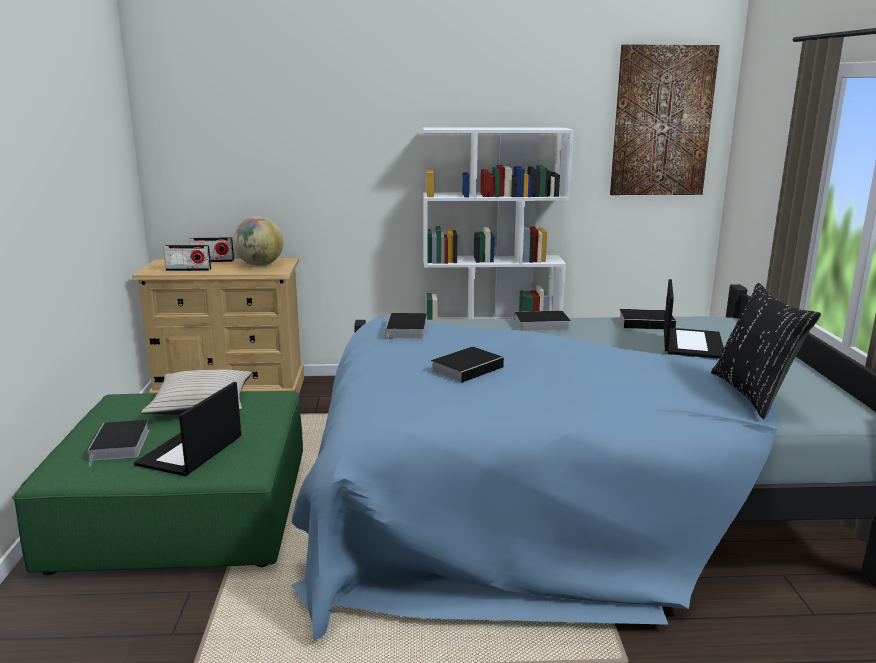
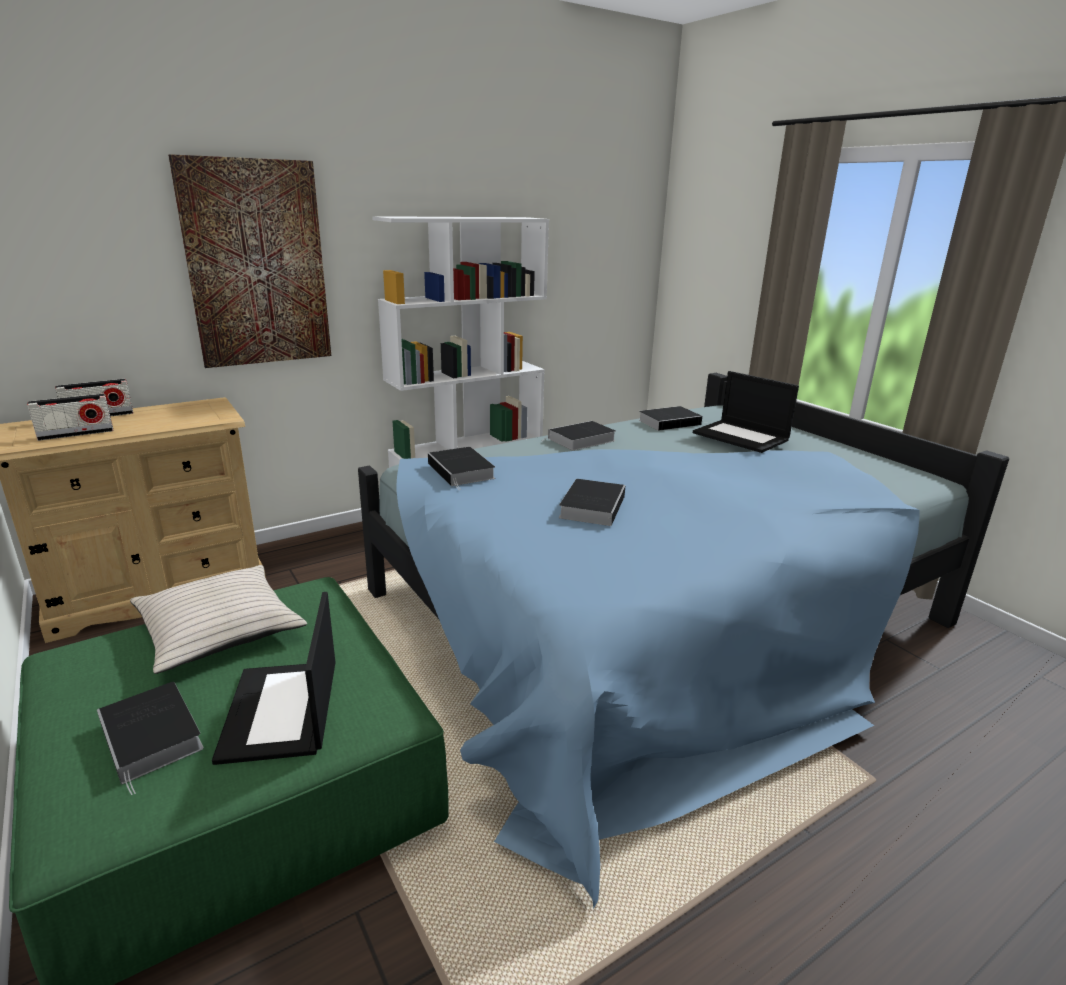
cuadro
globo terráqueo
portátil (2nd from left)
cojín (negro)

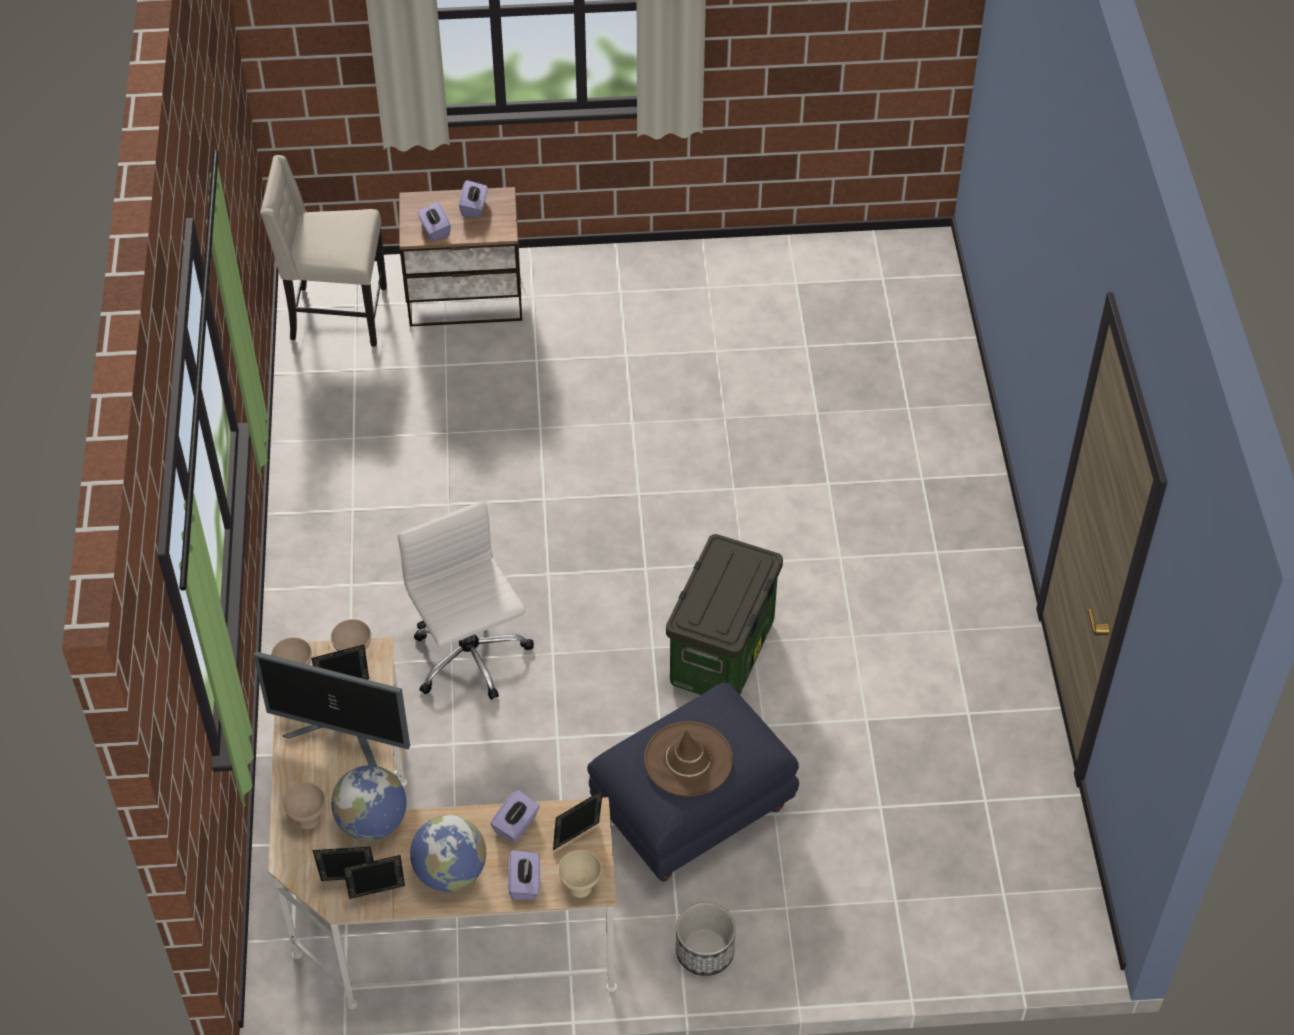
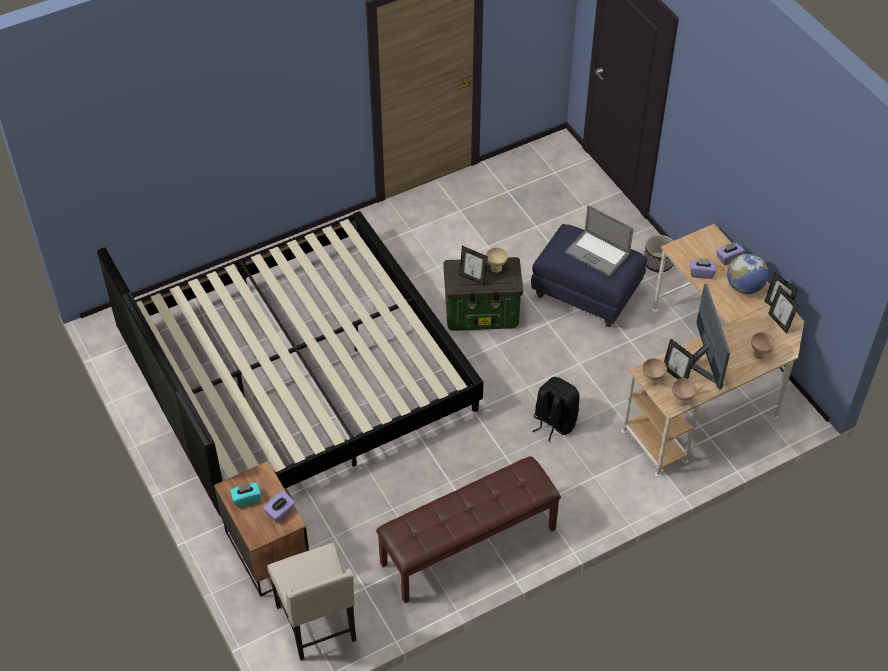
caja de pañuelos (turquesa)
mochila (negro)
portátil
globo terráqueo (1st from left in the first image)
portarretratos (1st from left)
cuenco (beis) (1st from left)
cama
banco (marrón)

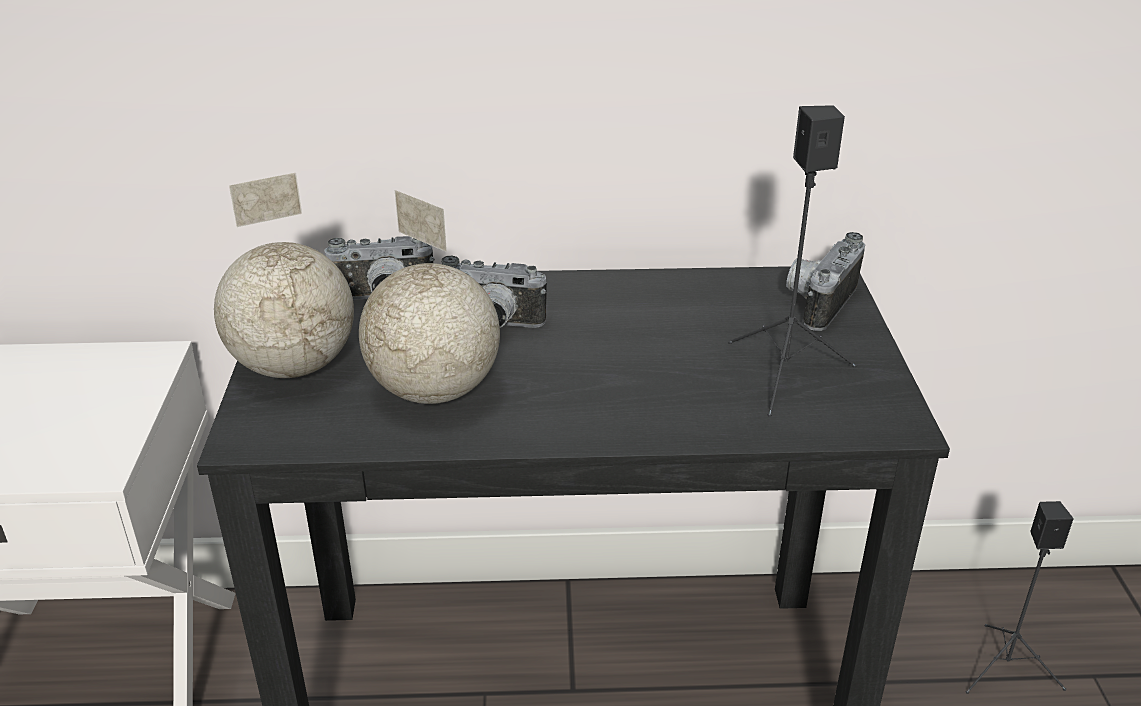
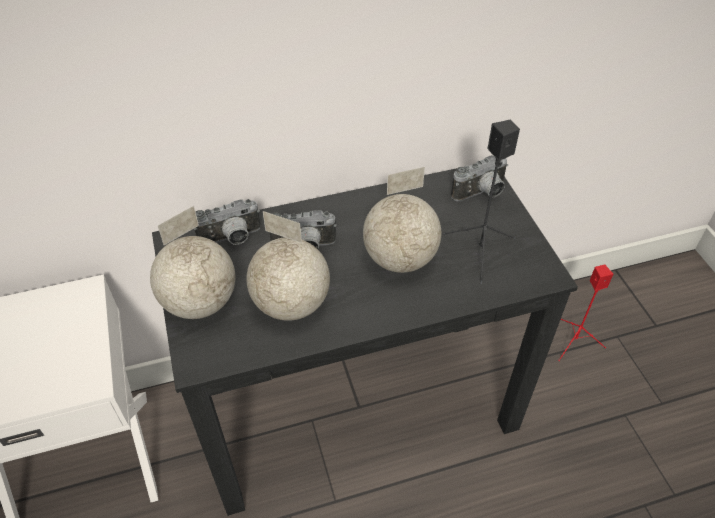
cámara (3rd from left)
altavoz (rojo)
globo terráqueo (3rd from left)

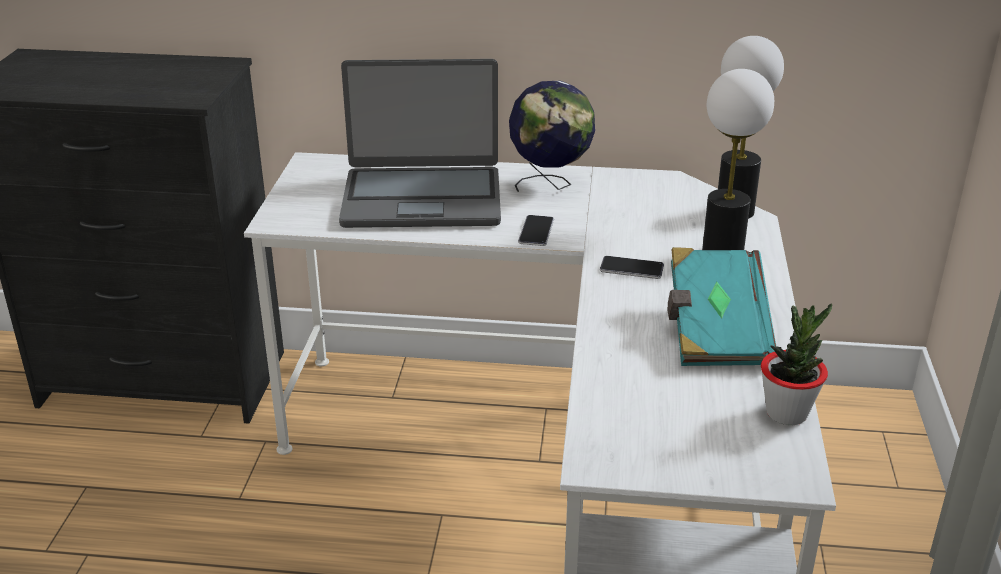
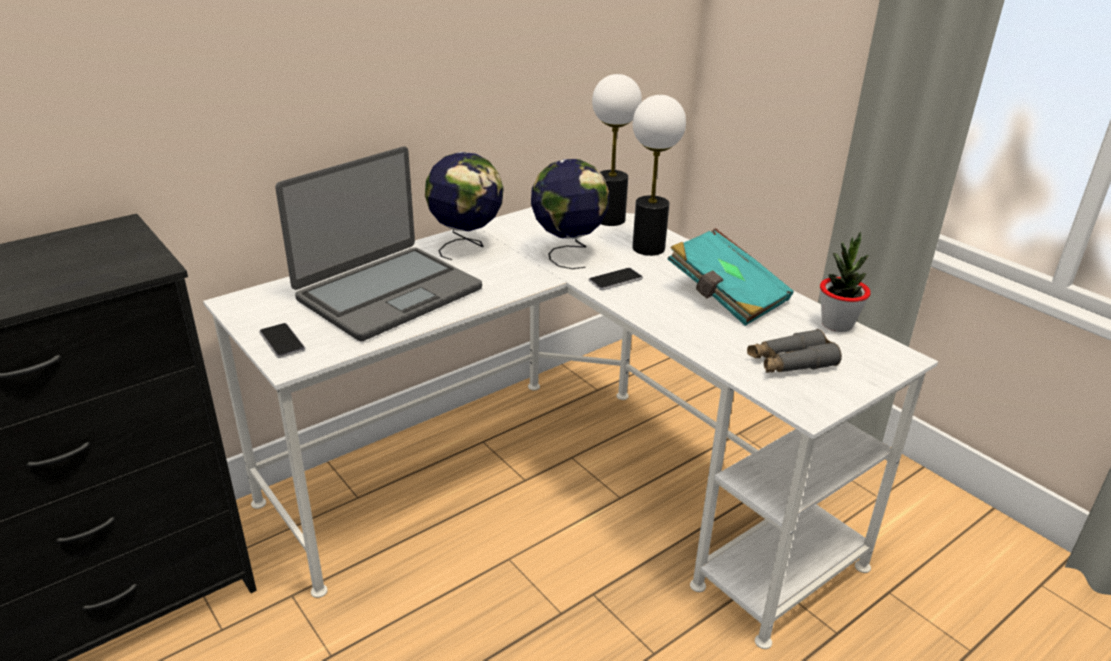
móvil (1st from left)
globo terráqueo (2nd from left)
prismáticos (gris)

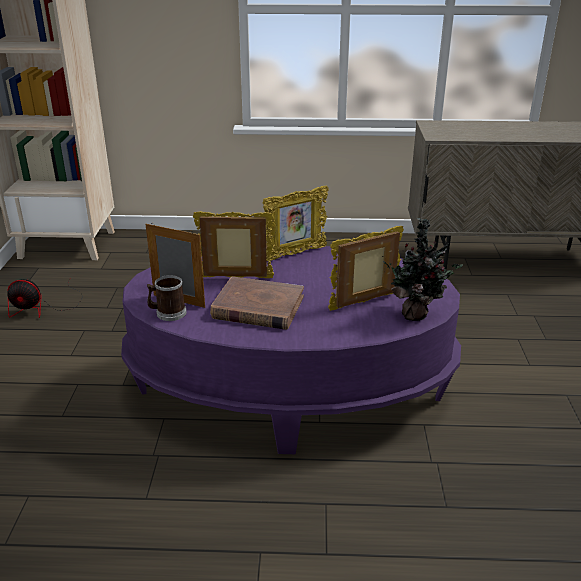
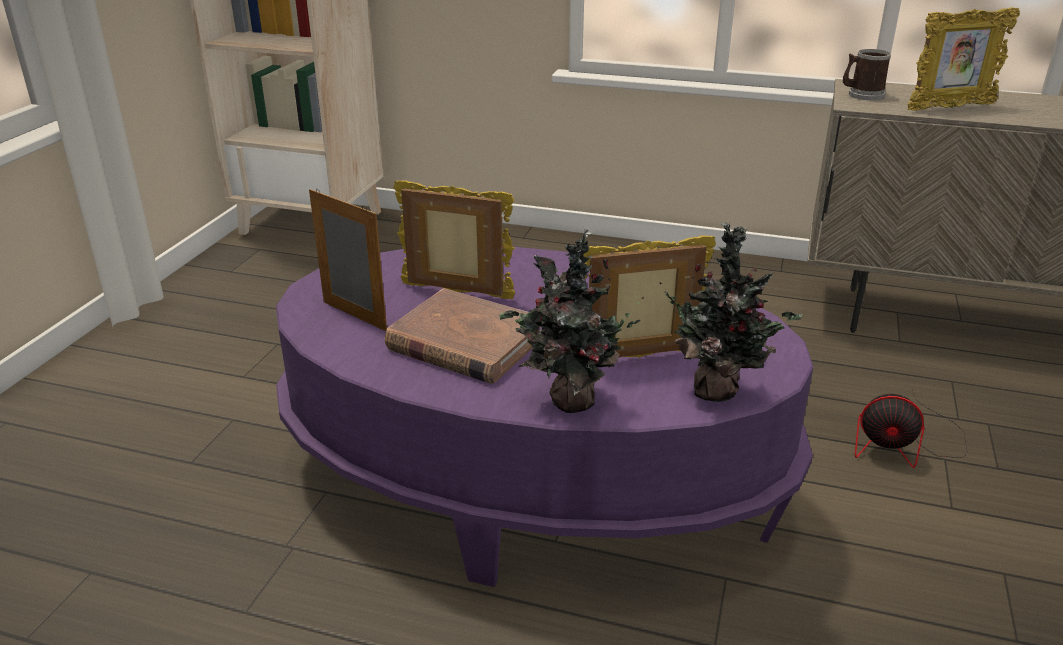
portarretratos (4th from left)
taza grande
ventilador
planta en maceta (1st from left)

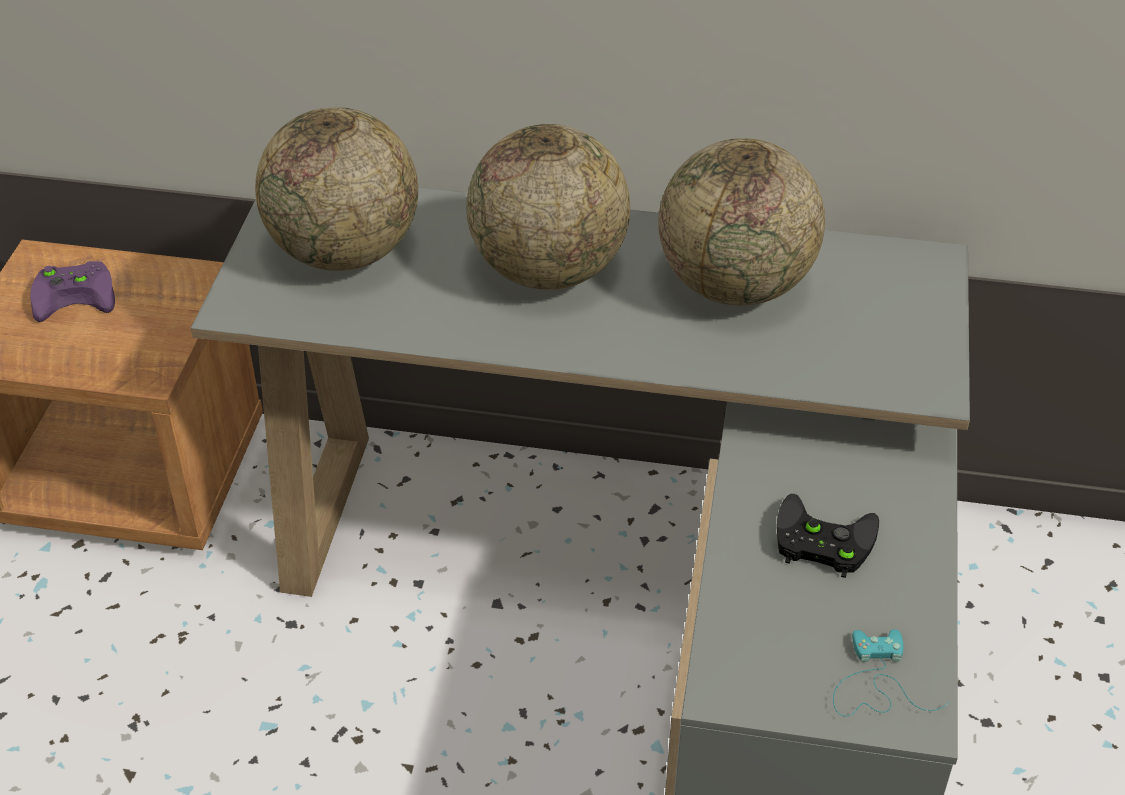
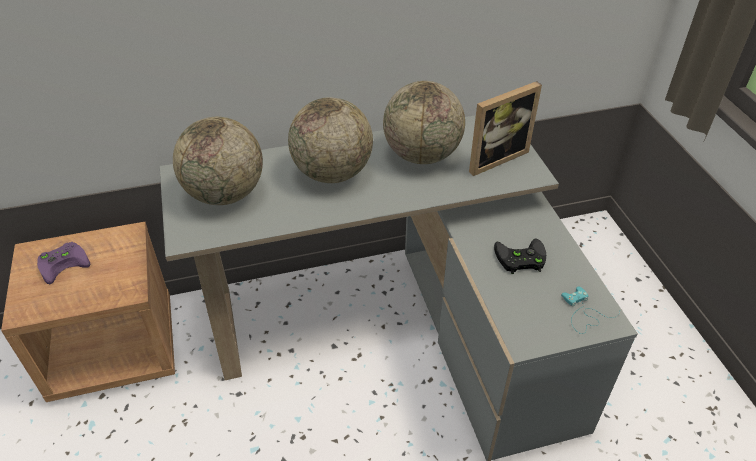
portarretratos

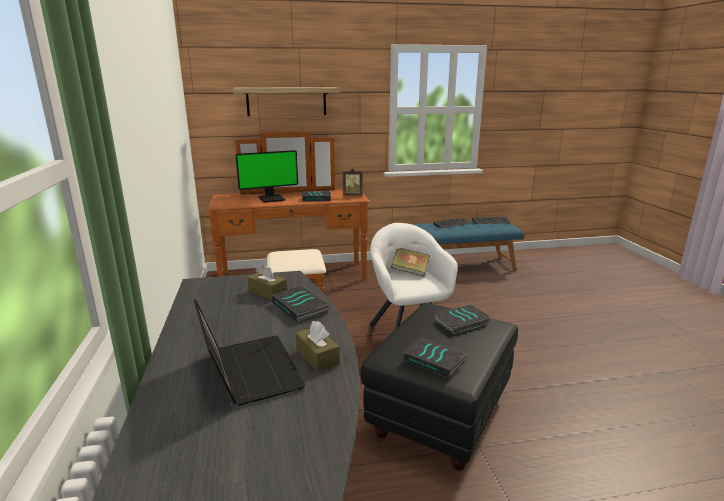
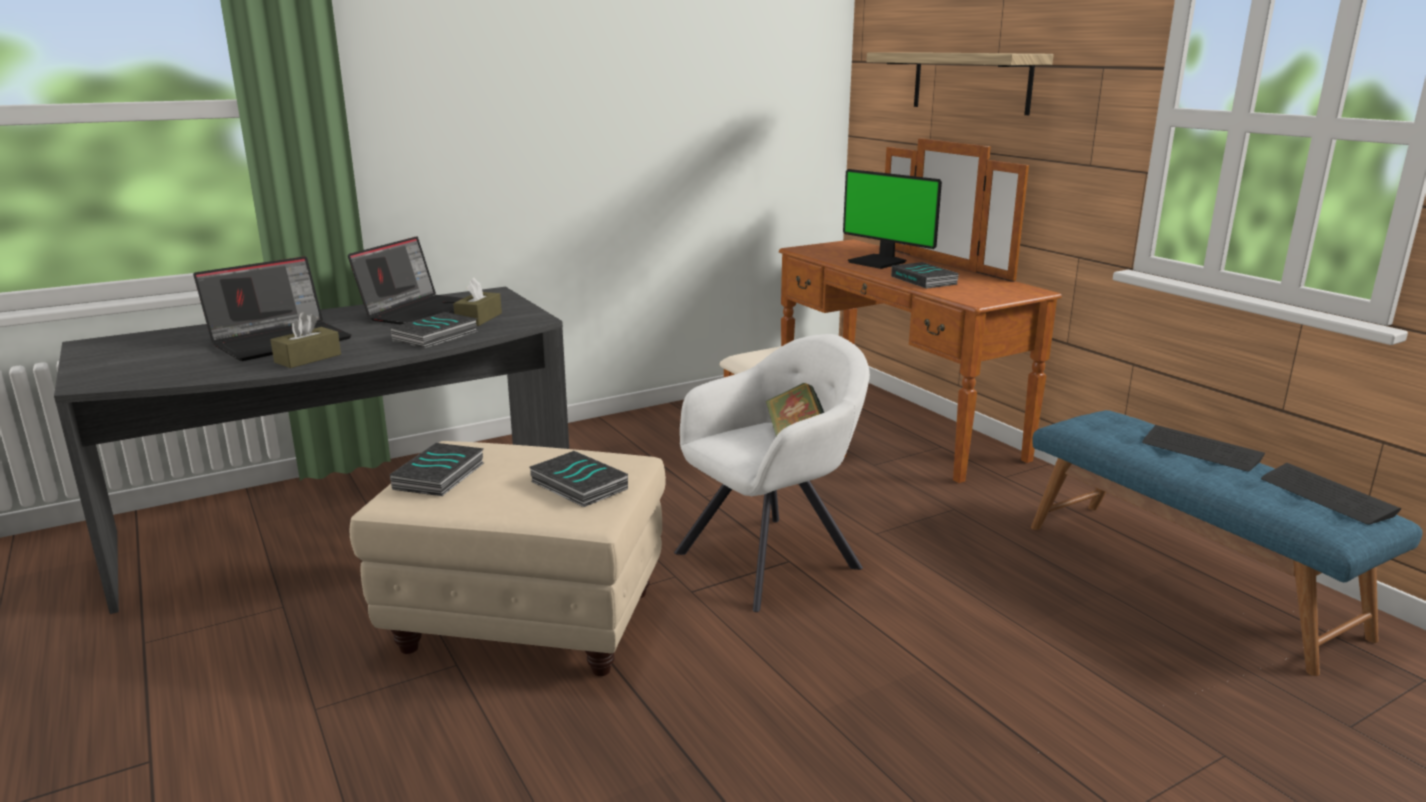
portarretratos
puf (beis)
portátil (2nd from left)

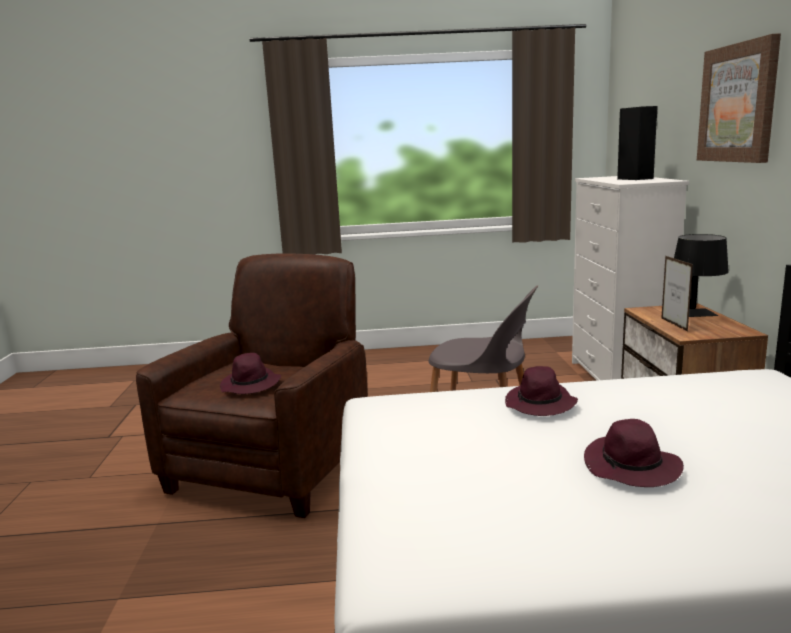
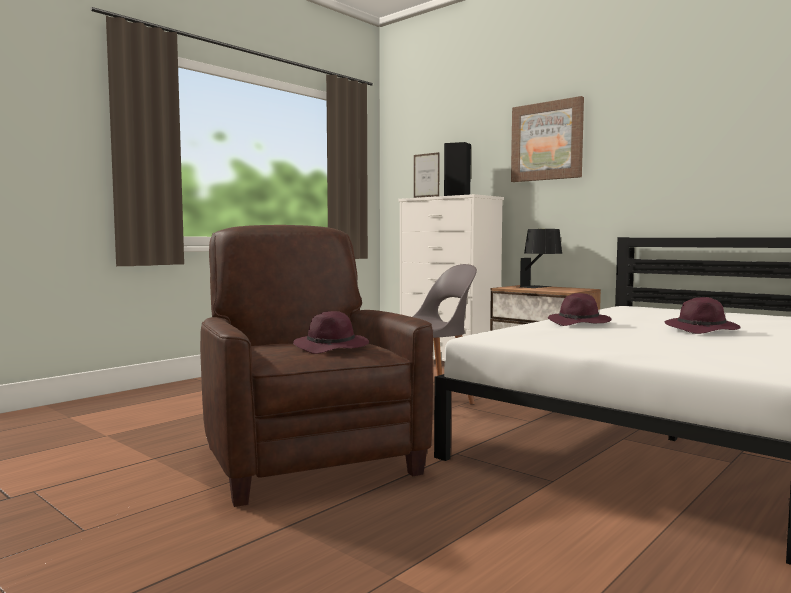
portarretratos

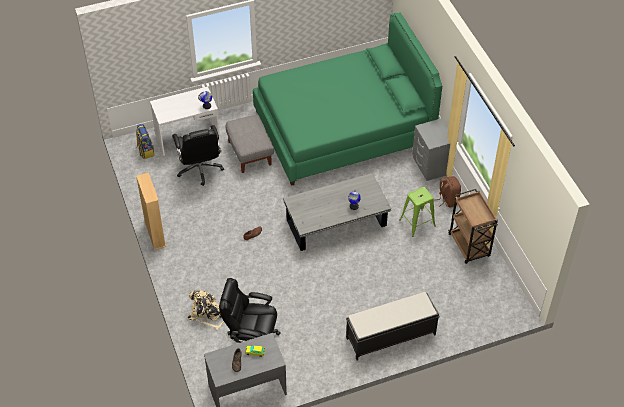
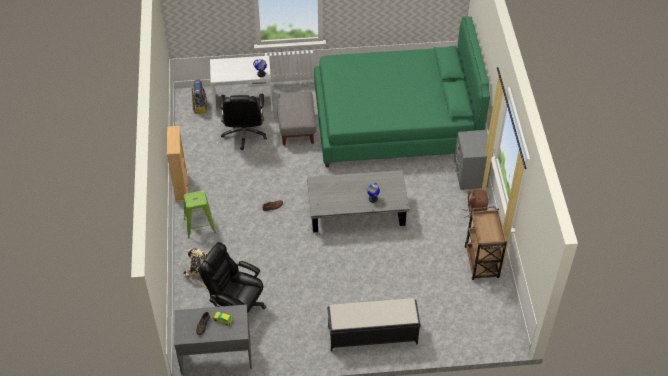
taburete (verde)

